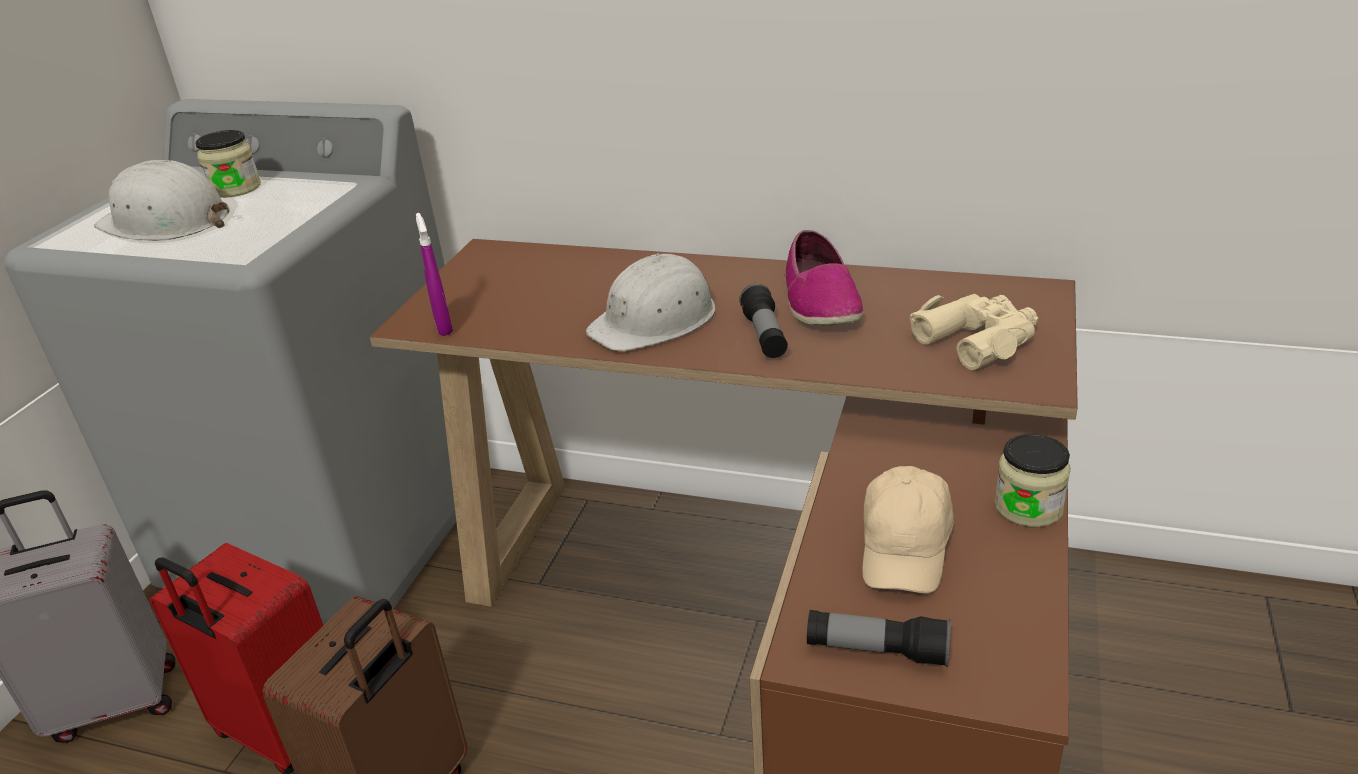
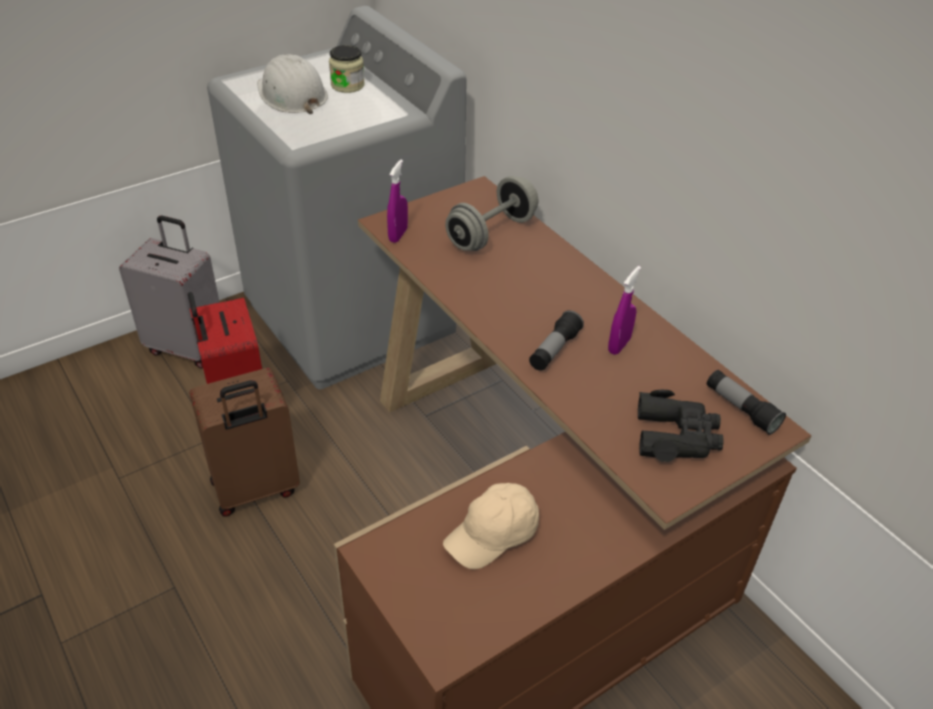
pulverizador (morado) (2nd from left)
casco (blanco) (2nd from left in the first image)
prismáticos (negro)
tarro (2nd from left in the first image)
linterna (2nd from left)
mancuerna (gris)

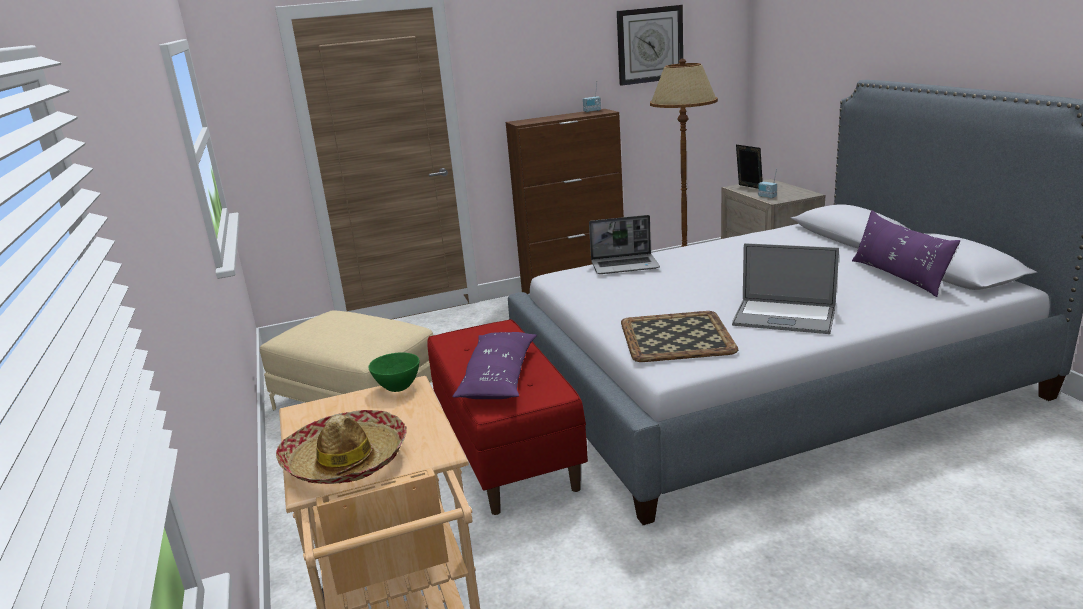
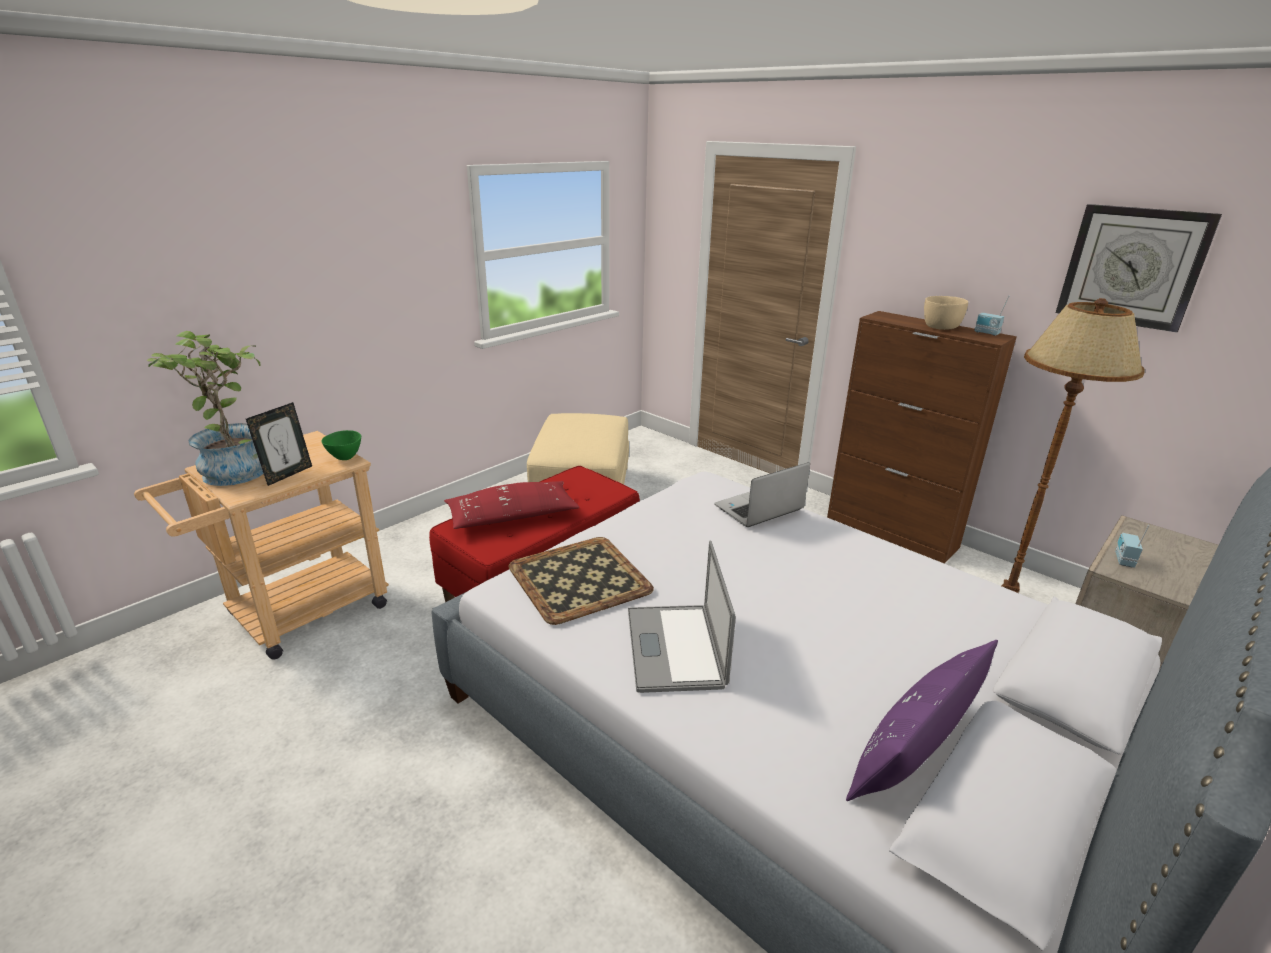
portarretratos
portátil (2nd from left)
cojín (rojo)
planta en maceta
cuenco (beis)

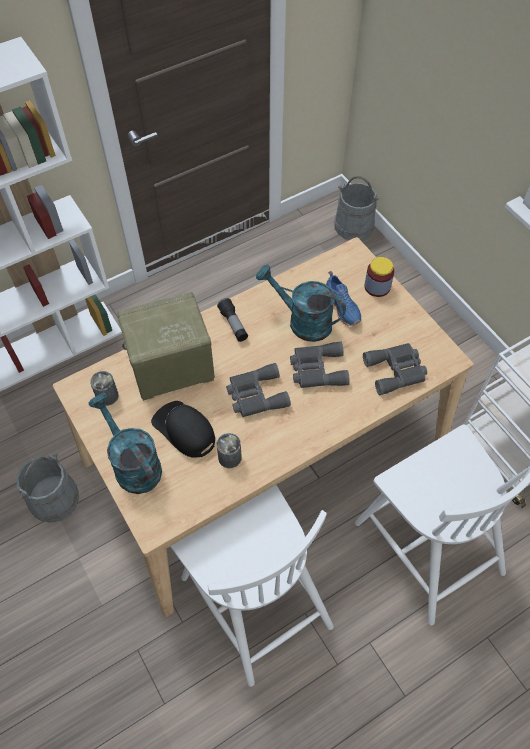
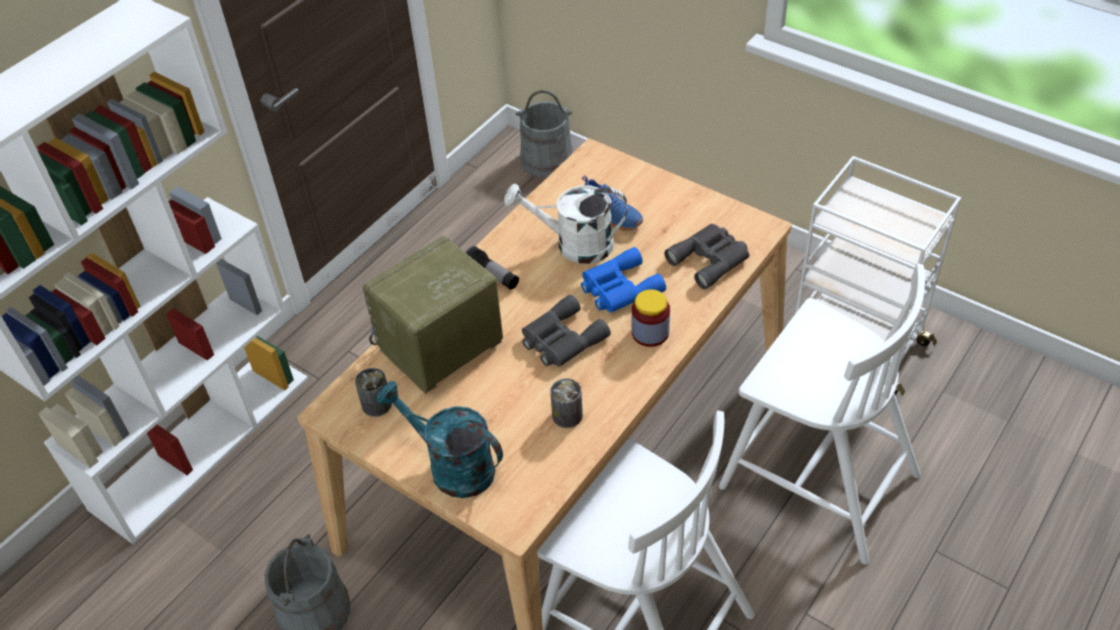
tarro
regadera (blanco)
prismáticos (azul)
gorra (negro)

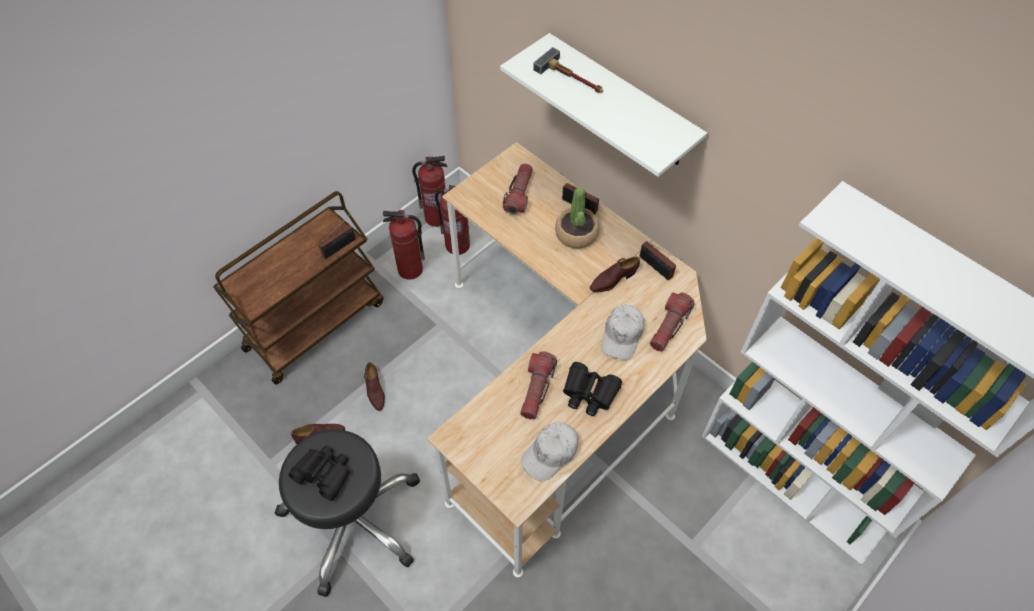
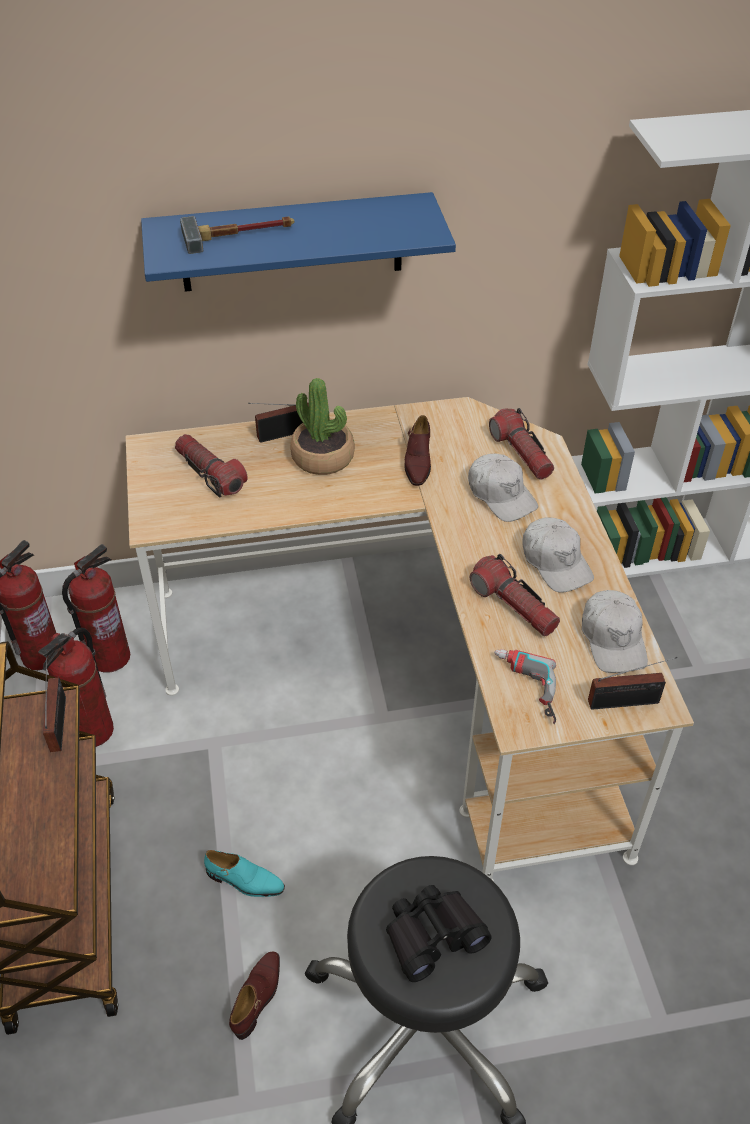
estante (azul)
radio (3rd from left)
zapato (turquesa)
gorra (blanco) (2nd from left)
taladro

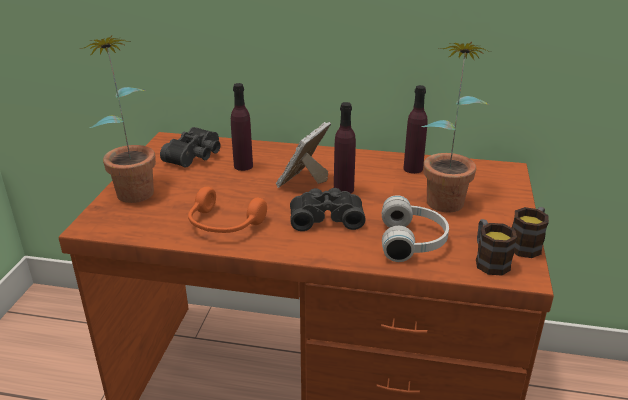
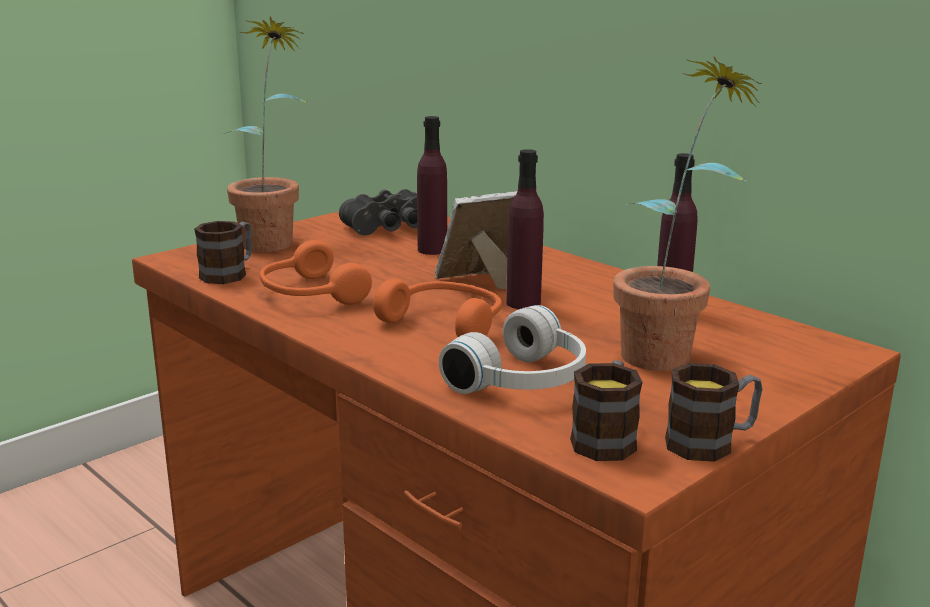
auriculares (naranja) (2nd from left)
taza grande (1st from left)

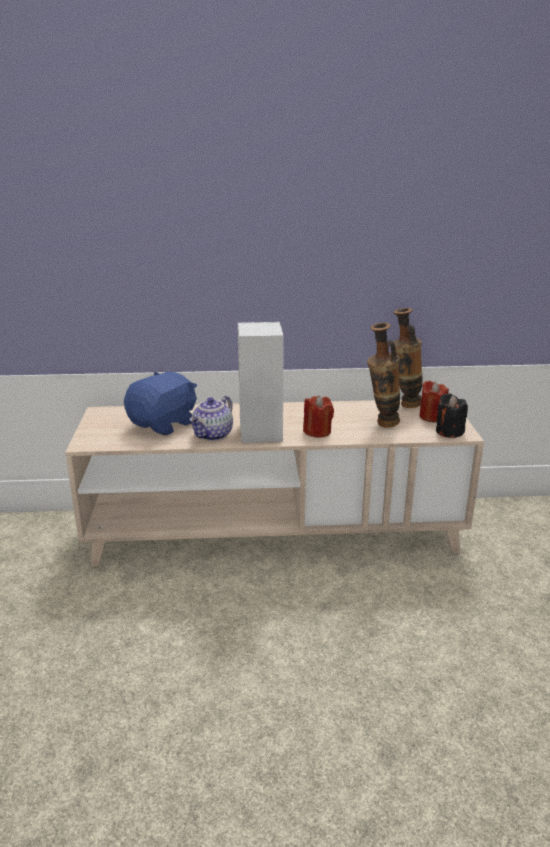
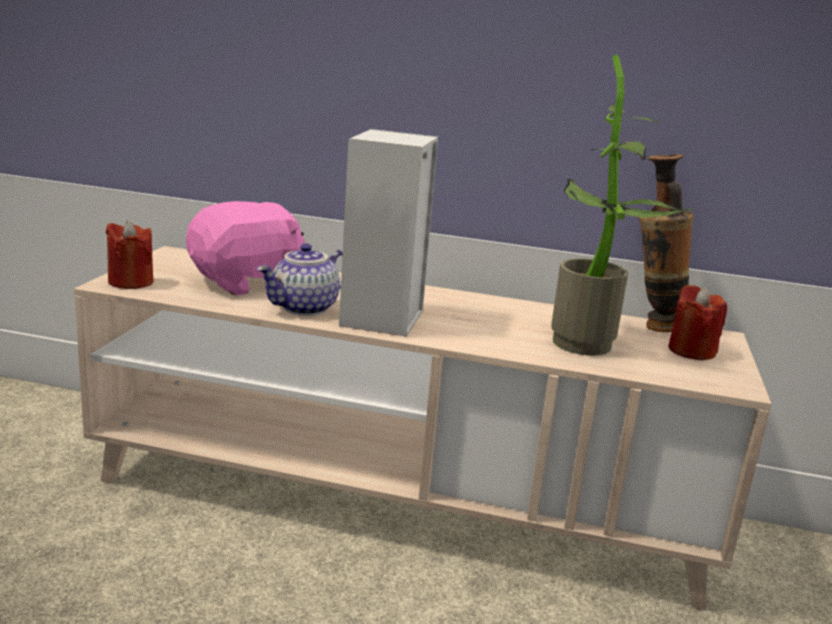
planta en maceta
peluche (rosa)
vela (negro)
vela (rojo) (1st from left)

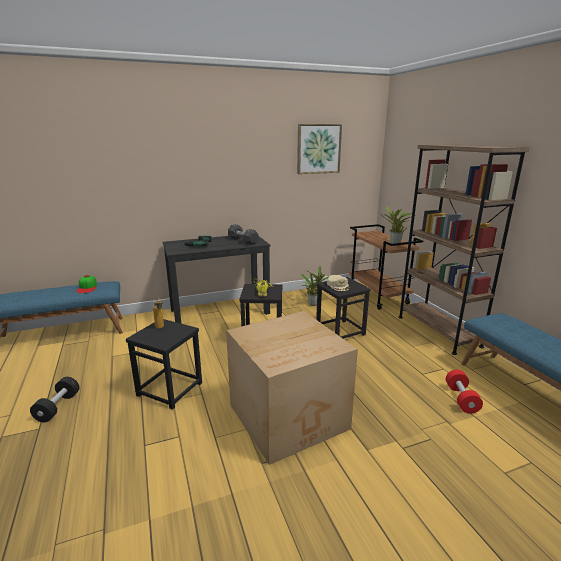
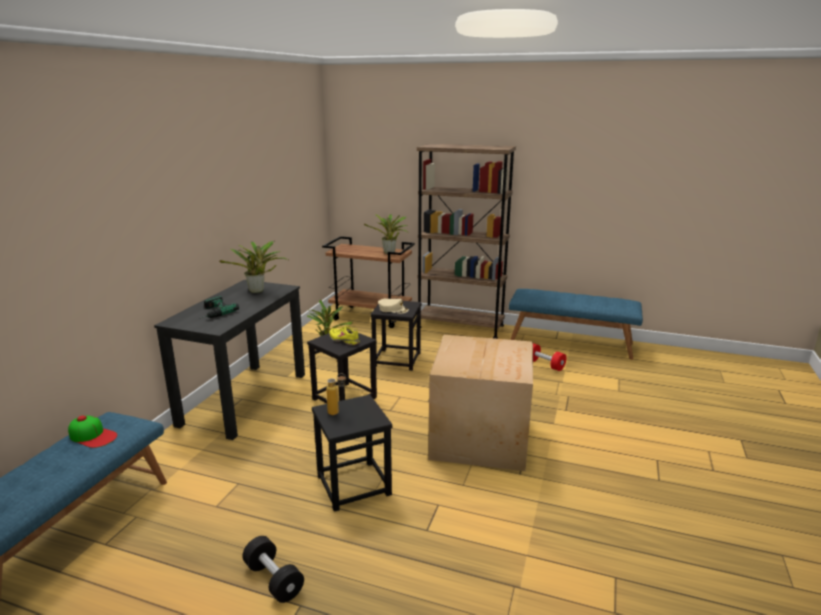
cuadro
planta en maceta (1st from left)

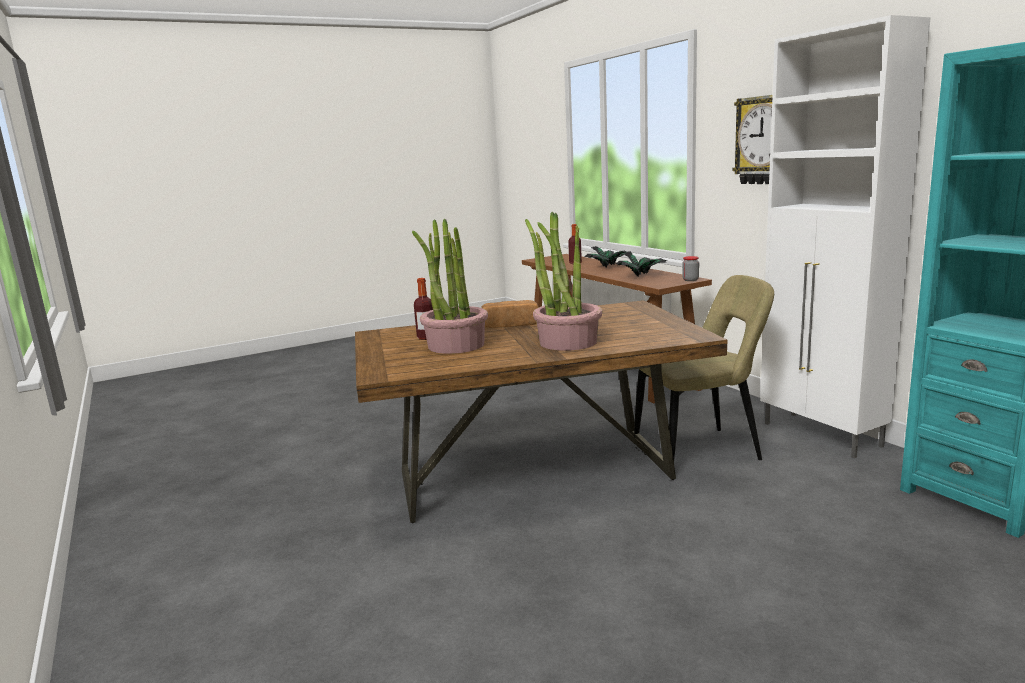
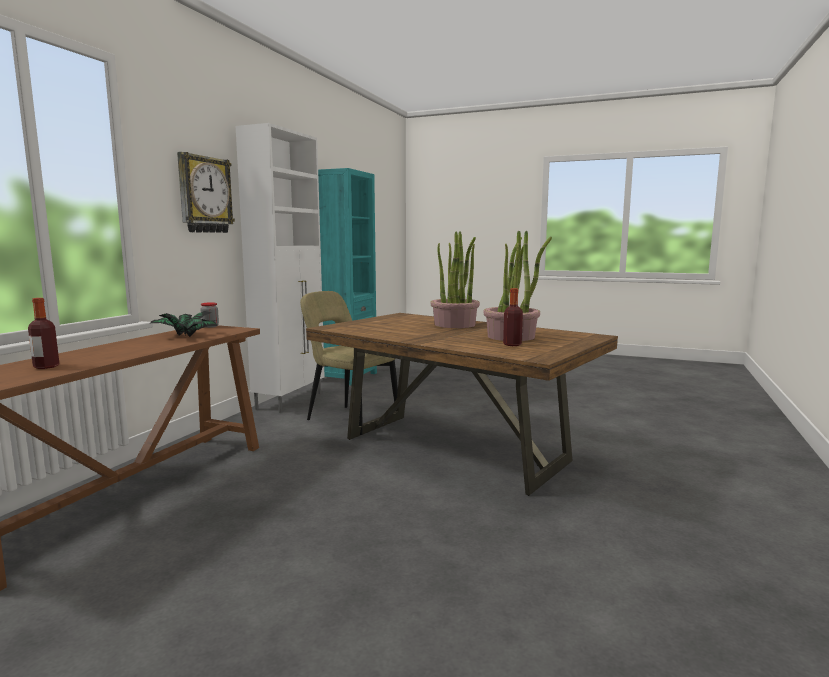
planta en maceta (3rd from left in the first image)
pan

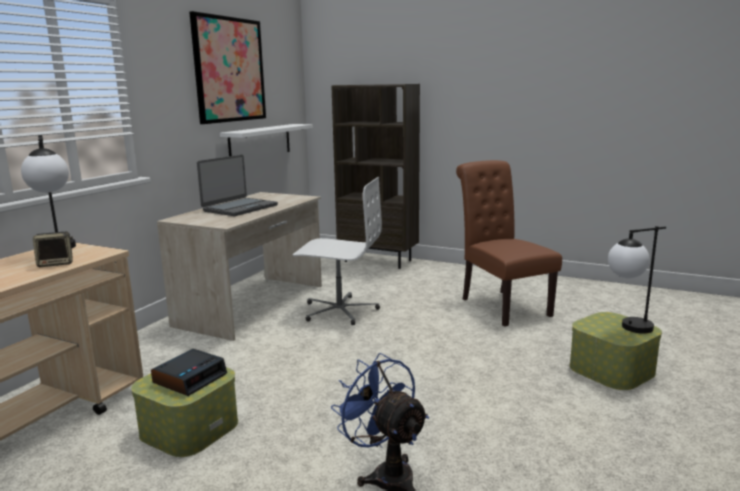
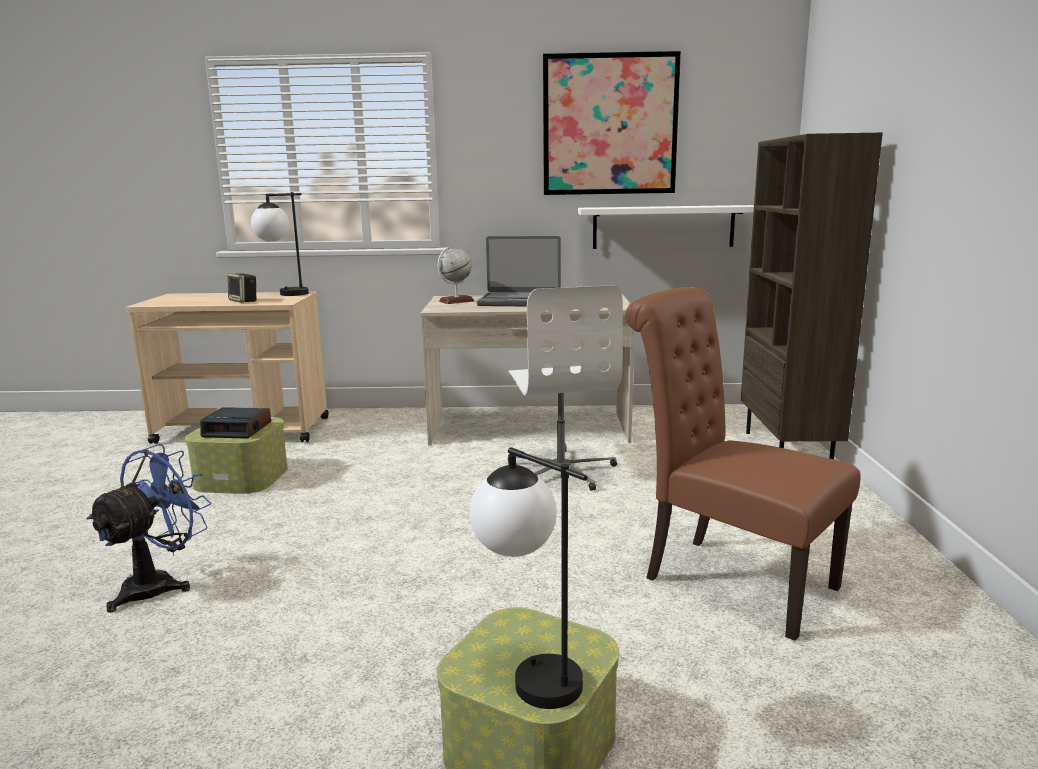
silla (marrón)
globo terráqueo

